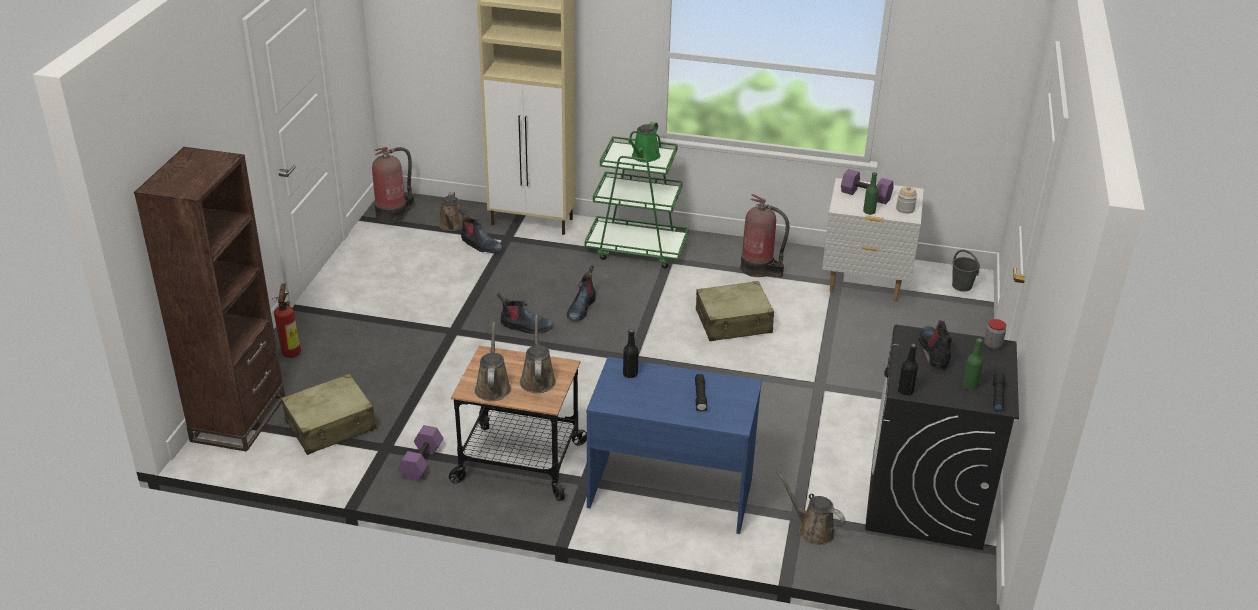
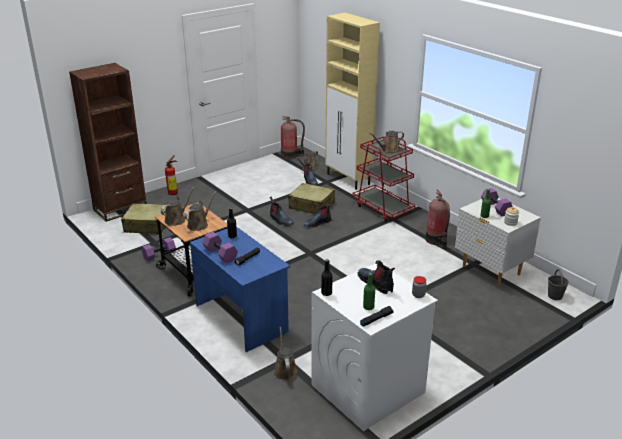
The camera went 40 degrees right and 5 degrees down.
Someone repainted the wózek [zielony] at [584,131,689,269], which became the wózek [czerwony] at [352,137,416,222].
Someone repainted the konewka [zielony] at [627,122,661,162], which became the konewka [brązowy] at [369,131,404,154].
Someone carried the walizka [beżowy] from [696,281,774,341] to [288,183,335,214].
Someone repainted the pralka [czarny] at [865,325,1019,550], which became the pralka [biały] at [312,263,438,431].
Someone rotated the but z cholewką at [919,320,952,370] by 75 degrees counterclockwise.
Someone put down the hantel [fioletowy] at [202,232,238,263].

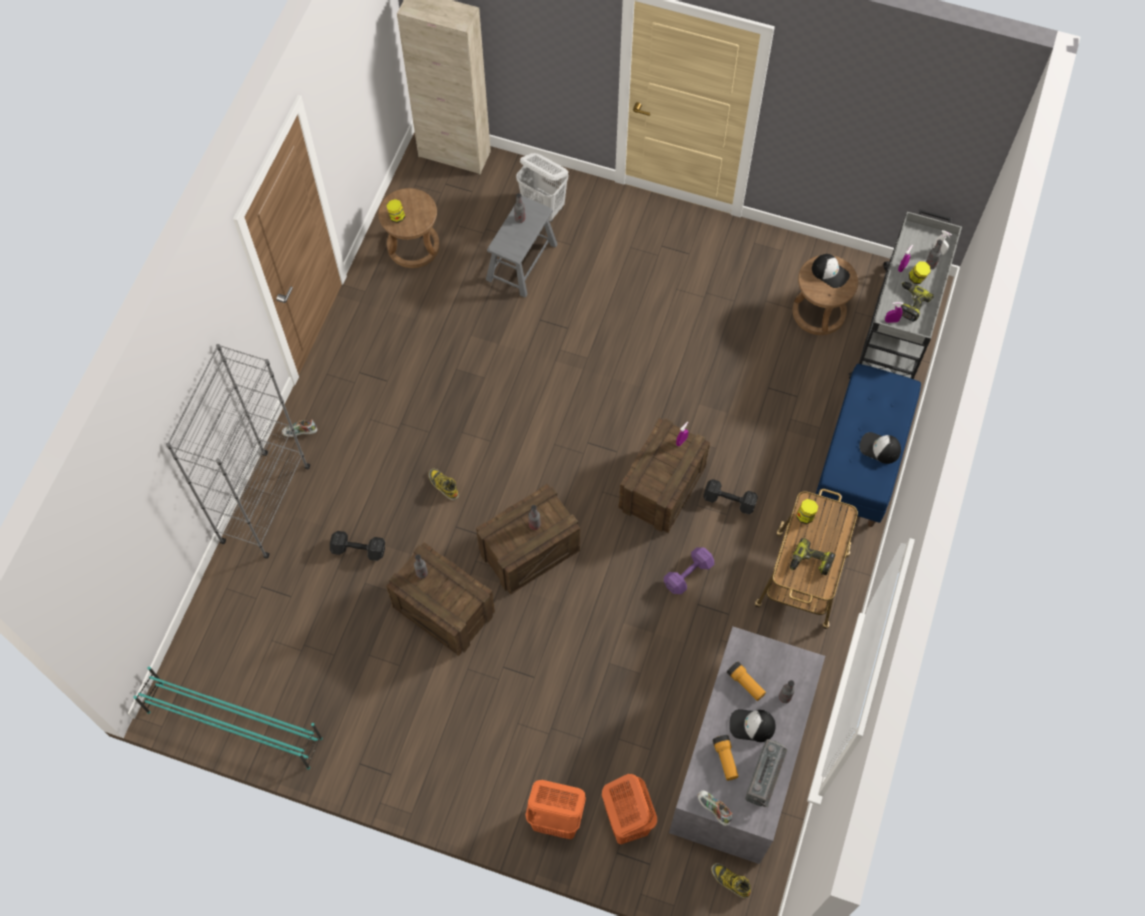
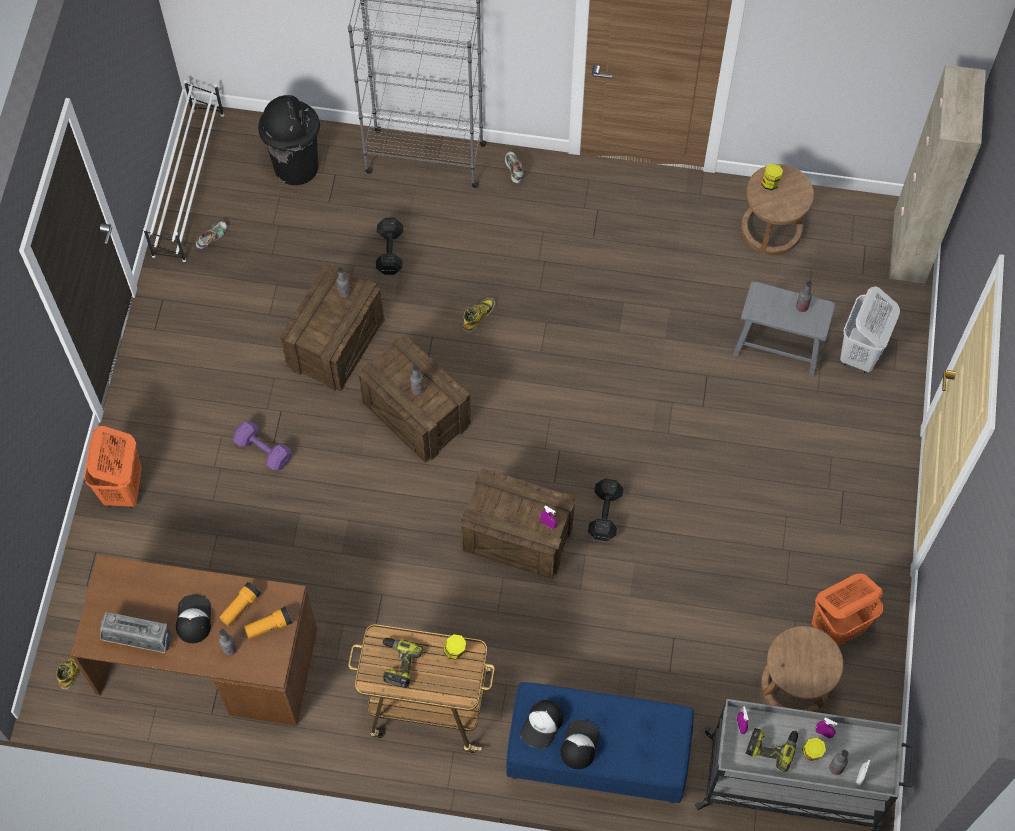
The camera went 80 degrees right and 0 degrees up.
Someone repainted the regał na buty [turkusowy] at [134,667,323,770], which became the regał na buty [biały] at [143,80,224,262].
Someone carried the kosz na pranie [pomarańczowy] from [602,774,657,845] to [812,574,883,646].
Someone carried the hantel [fioletowy] from [664,547,714,594] to [233,422,291,470].
Someone repainted the biurko [szary] at [669,627,825,864], which became the biurko [brązowy] at [71,555,317,726].
Someone carried the but from [697,790,733,826] to [196,221,227,249].
Someone carried the hantel [czarny] from [703,479,758,515] to [588,478,624,541].
Someone carried the latarka from [713,735,738,781] to [244,607,293,639].
Someone carried the czapka z daszkiem from [812,254,850,288] to [520,700,563,749].
Someone put down the kosz na śmieci [czarny] at [258,95,320,185].

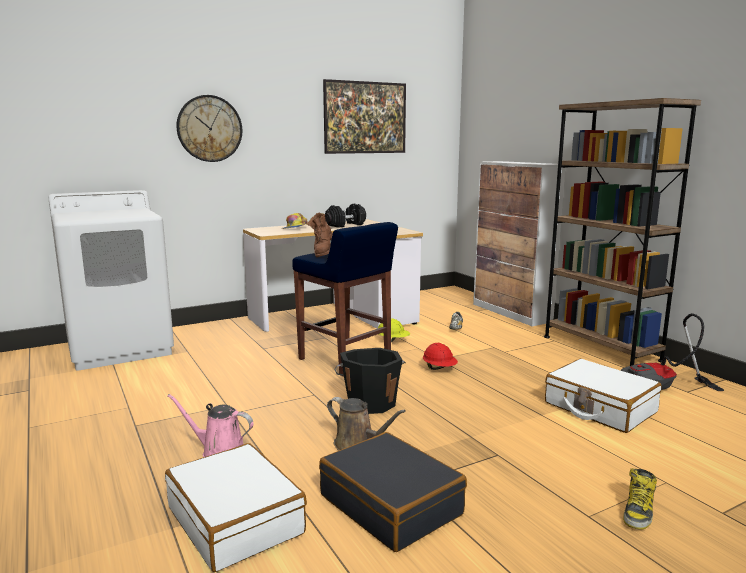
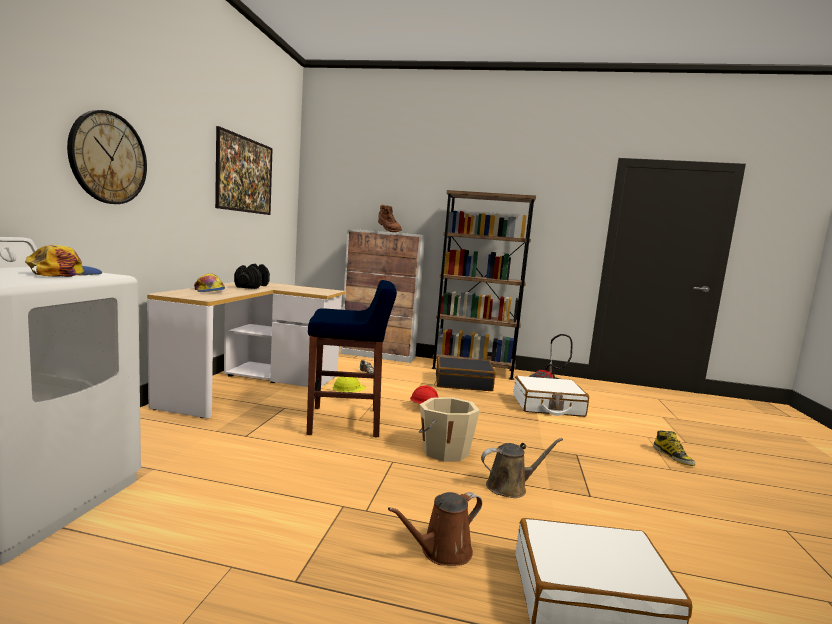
The camera went 50 degrees left and 5 degrees down.
Someone repainted the konewka [różowy] at [167,394,254,457], which became the konewka [brązowy] at [388,492,482,566].
Someone carried the but z cholewką [brązowy] from [307,212,333,257] to [378,205,402,232].
Someone carried the walizka [czarny] from [319,432,467,552] to [436,357,496,391].
Someone repainted the wiadro [czarny] at [334,348,406,414], which became the wiadro [beżowy] at [419,397,480,462].
Someone put down the czapka z daszkiem at [25,245,102,277].

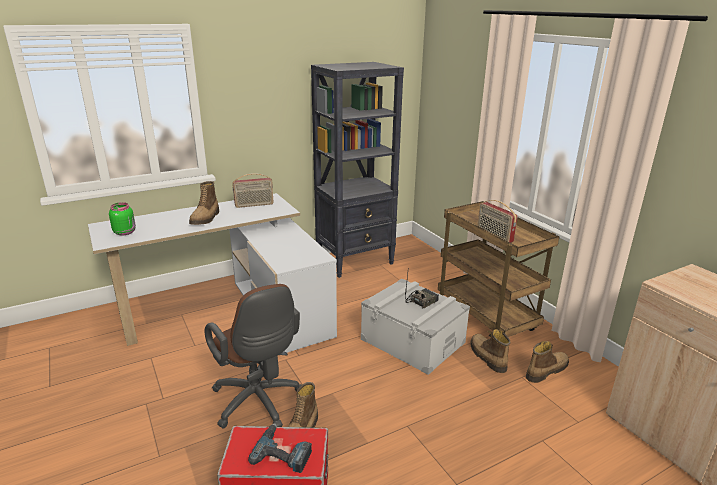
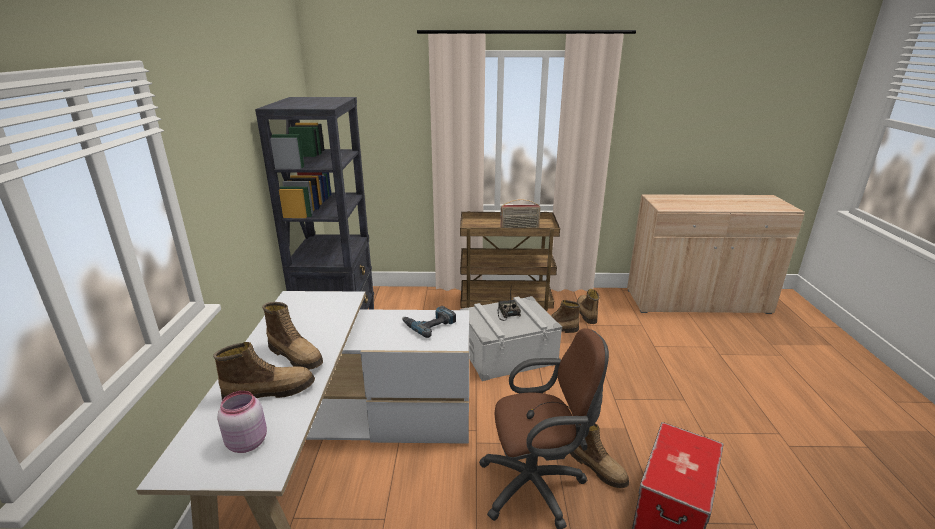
The camera went 60 degrees left and 0 degrees up.
Someone repainted the słoik [zielony] at [109,202,136,236], which became the słoik [różowy] at [217,391,267,453].
Someone took away the radio at [232,173,273,208].
Someone carried the wiertarka from [248,423,312,473] to [402,306,456,338].
Someone put down the but z cholewką at [213,342,315,400].

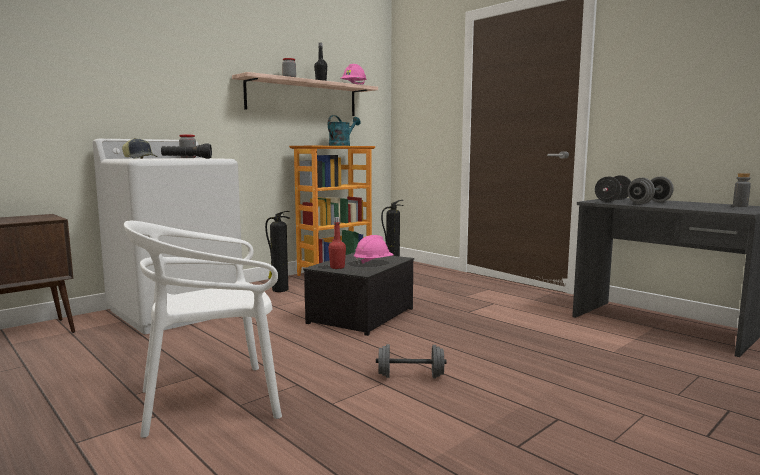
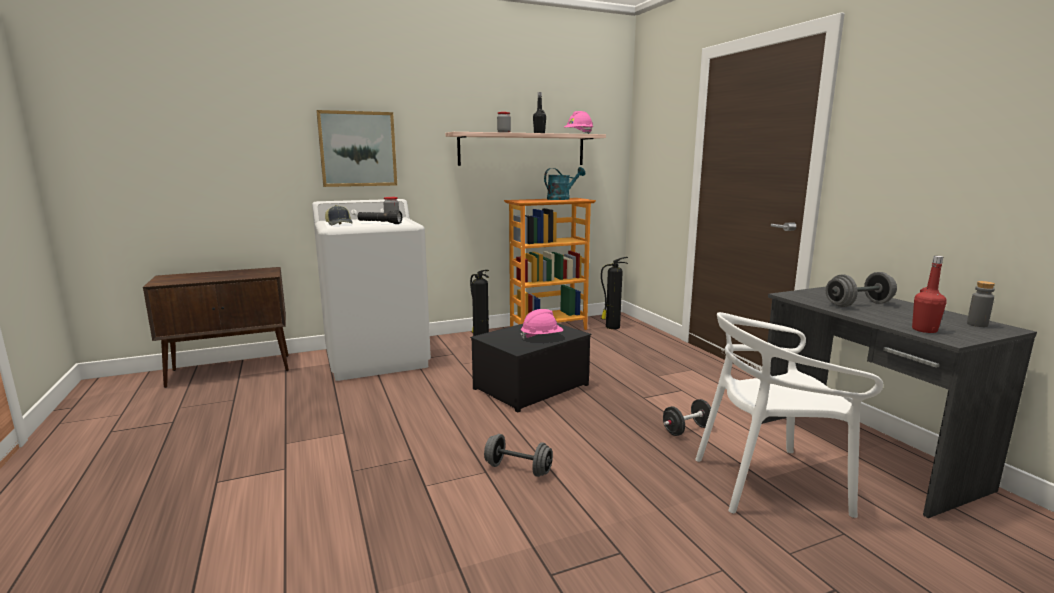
The camera went 20 degrees right and 5 degrees up.
Someone carried the krzesło [biały] from [124,221,282,438] to [695,312,883,518].
Someone carried the butelka [czerwony] from [328,217,346,269] to [912,256,947,333].
Someone carried the hantel [czarny] from [595,175,631,202] to [663,399,711,436].
Someone put up the obraz at [316,110,397,187].

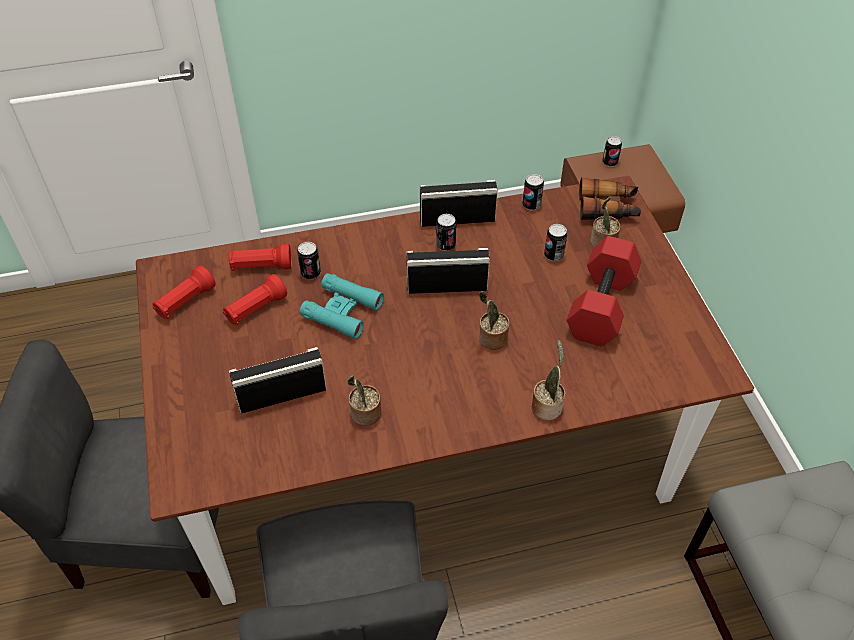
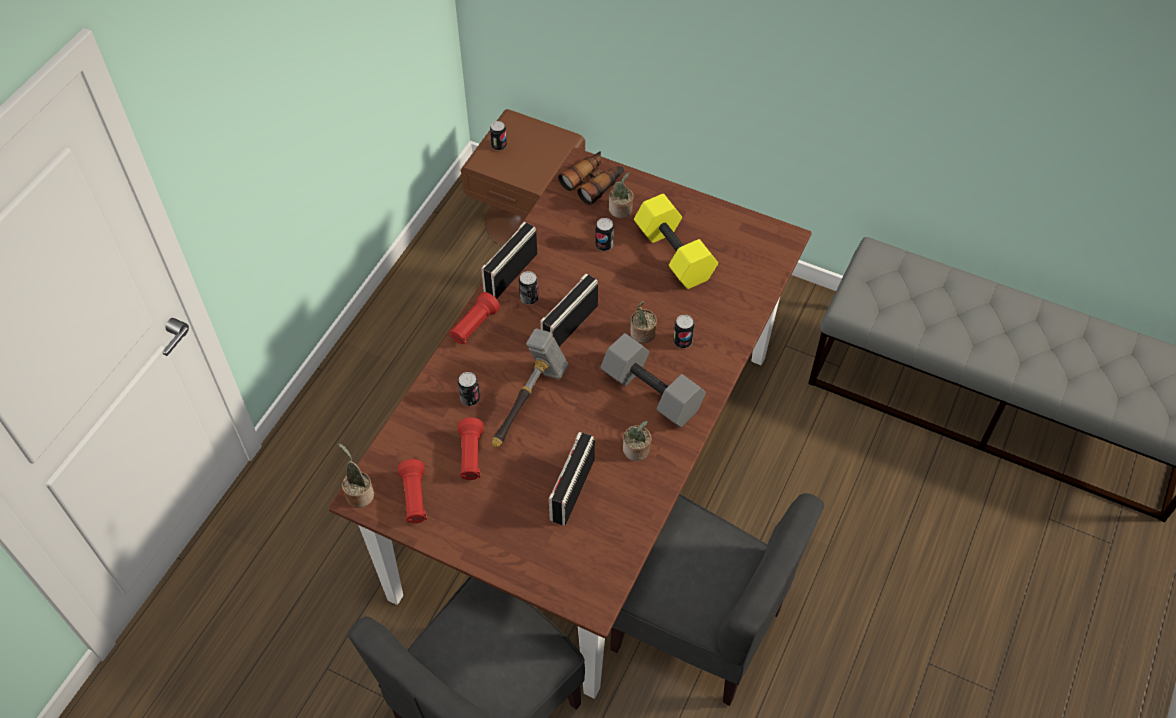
The camera went 50 degrees left and 5 degrees up.
Someone carried the latarka [czerwony] from [229,244,292,271] to [450,292,500,345].
Someone swapped the lornetka [turkusowy] at [300,273,384,339] for the młotek at [492,328,569,447].
Someone carried the puszka from [523,174,544,211] to [673,315,694,348].
Someone carried the roślina doniczkowa from [531,340,565,420] to [338,443,374,508].
Someone repainted the hantel [czerwony] at [566,236,641,346], which became the hantel [żółty] at [634,194,718,289].
Someone put down the hantel [szary] at [600,333,706,428].

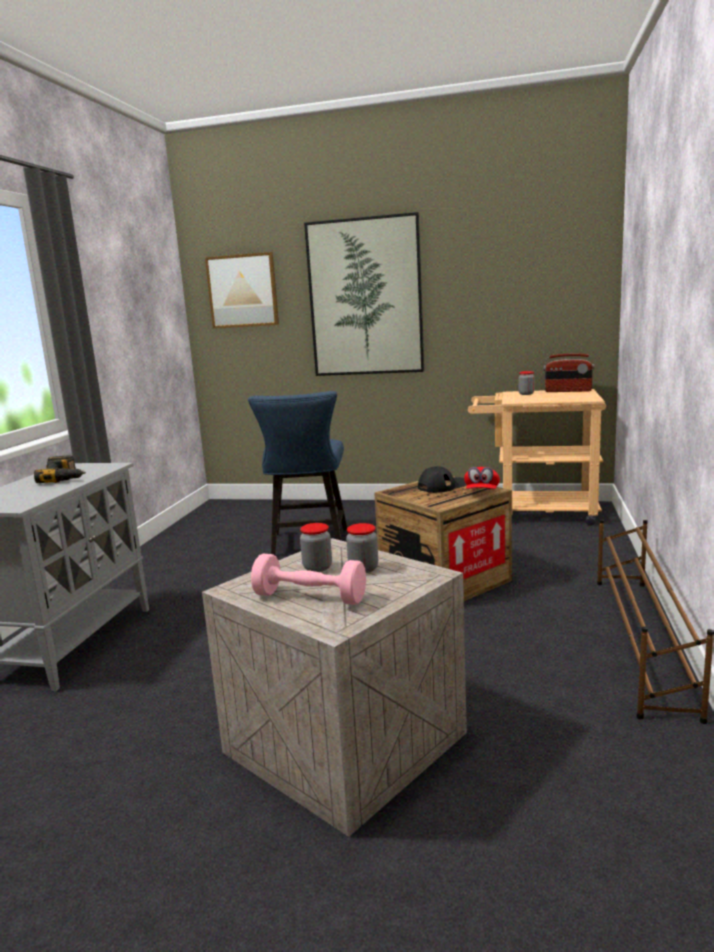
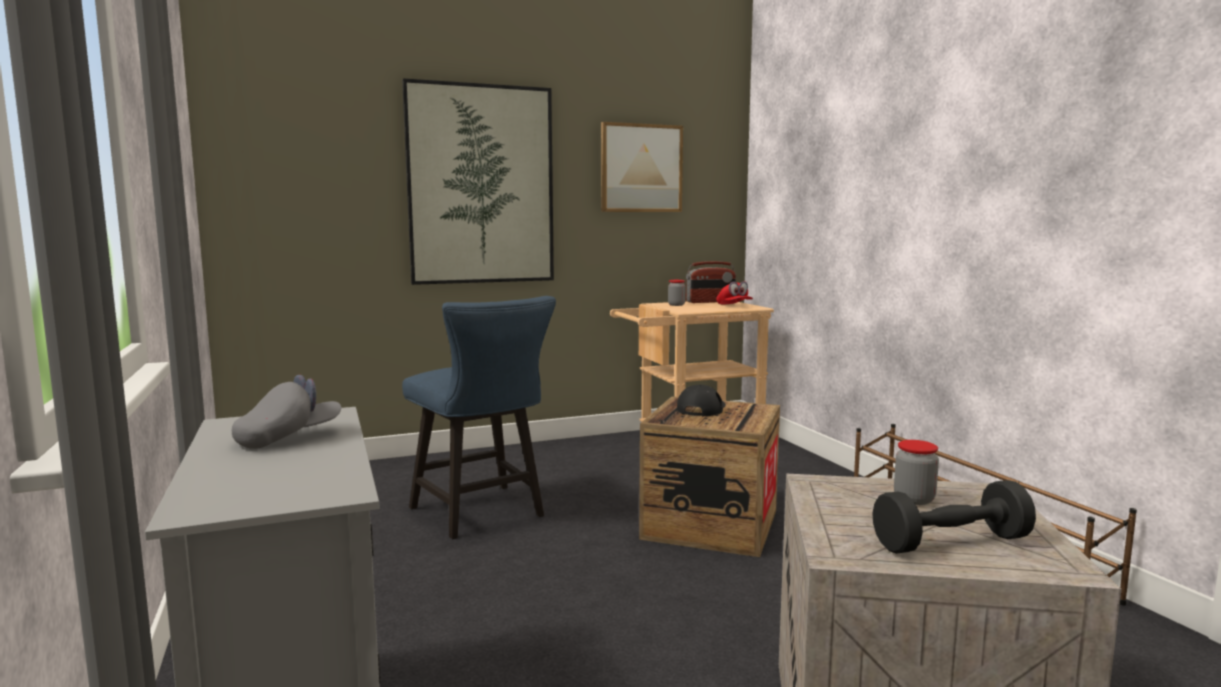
The camera went 35 degrees left and 5 degrees down.
Someone swapped the wiertarka at [34,455,86,483] for the czapka z daszkiem [szary] at [232,375,341,449].
Someone carried the obraz from [205,252,279,329] to [601,122,683,212].
Someone repainted the hantel [różowy] at [251,554,366,605], which became the hantel [czarny] at [872,480,1036,554].
Someone took away the słoik at [300,523,332,572].
Someone carried the czapka z daszkiem [czerwony] from [464,467,500,489] to [716,281,753,304].

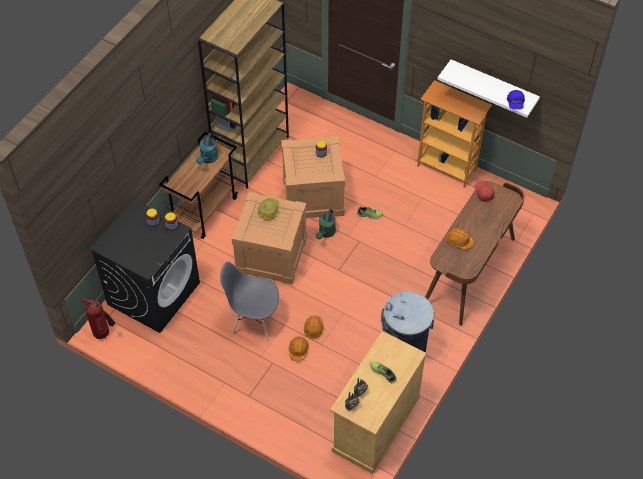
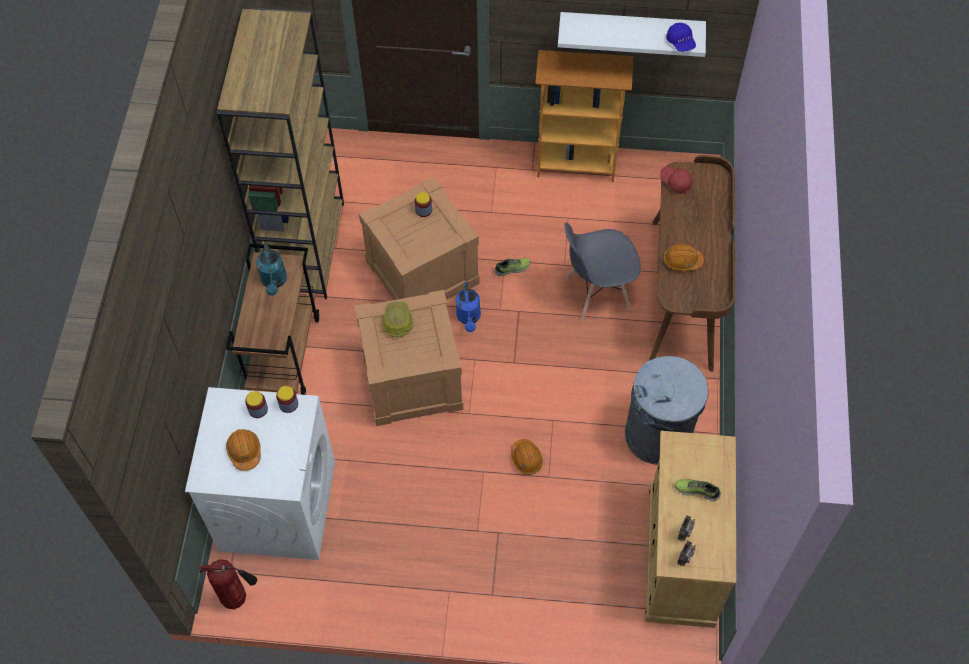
The camera went 25 degrees left and 5 degrees up.
Someone repainted the pralka [czarny] at [90,199,200,333], which became the pralka [biały] at [185,387,335,560].
Someone carried the krzesło [szary] from [220,262,279,340] to [565,222,641,321].
Someone carried the kask [pomarańczowy] from [289,336,309,361] to [226,429,261,471].
Someone repainted the konewka [zielony] at [315,209,336,240], which became the konewka [niebieski] at [456,282,481,332].

